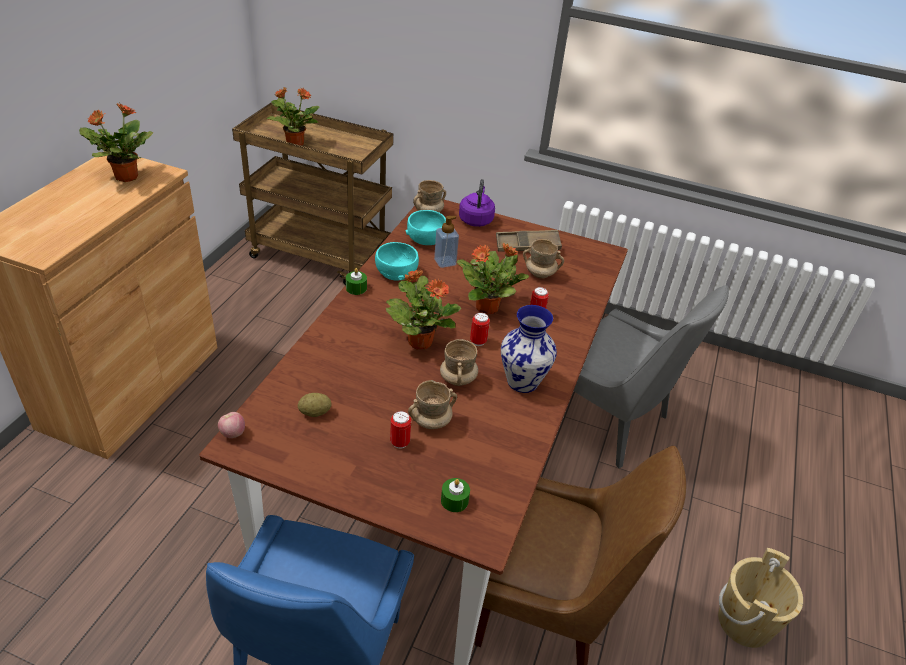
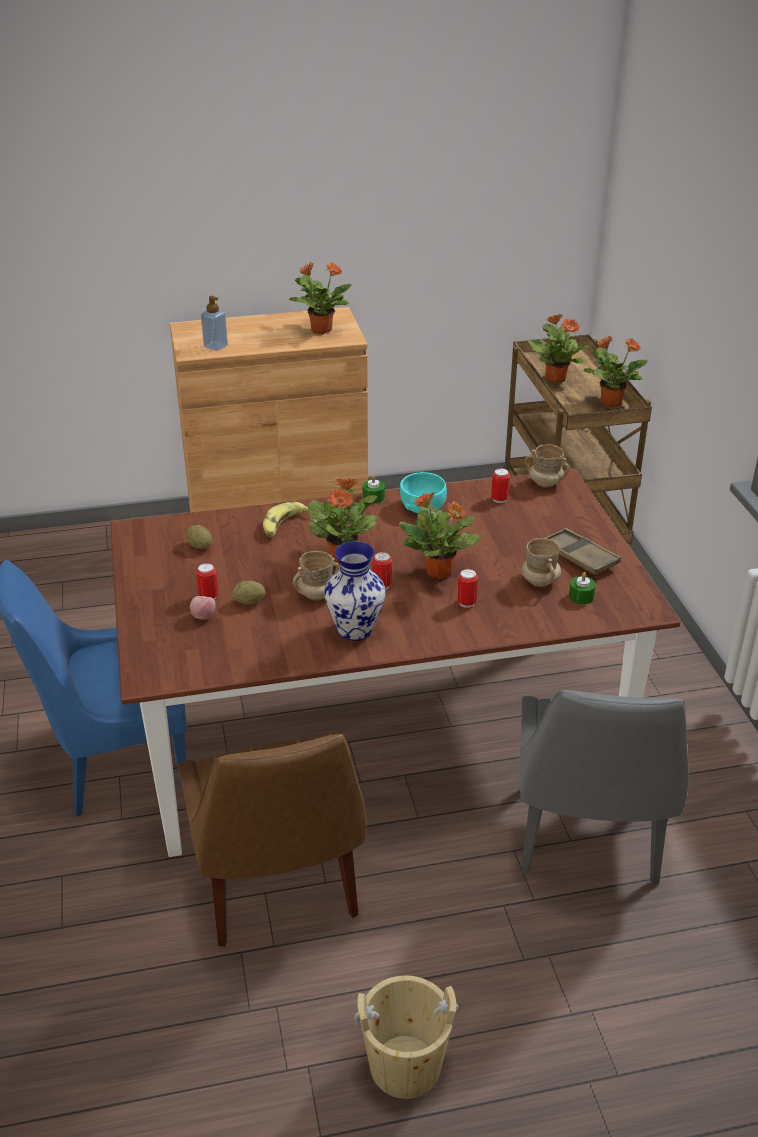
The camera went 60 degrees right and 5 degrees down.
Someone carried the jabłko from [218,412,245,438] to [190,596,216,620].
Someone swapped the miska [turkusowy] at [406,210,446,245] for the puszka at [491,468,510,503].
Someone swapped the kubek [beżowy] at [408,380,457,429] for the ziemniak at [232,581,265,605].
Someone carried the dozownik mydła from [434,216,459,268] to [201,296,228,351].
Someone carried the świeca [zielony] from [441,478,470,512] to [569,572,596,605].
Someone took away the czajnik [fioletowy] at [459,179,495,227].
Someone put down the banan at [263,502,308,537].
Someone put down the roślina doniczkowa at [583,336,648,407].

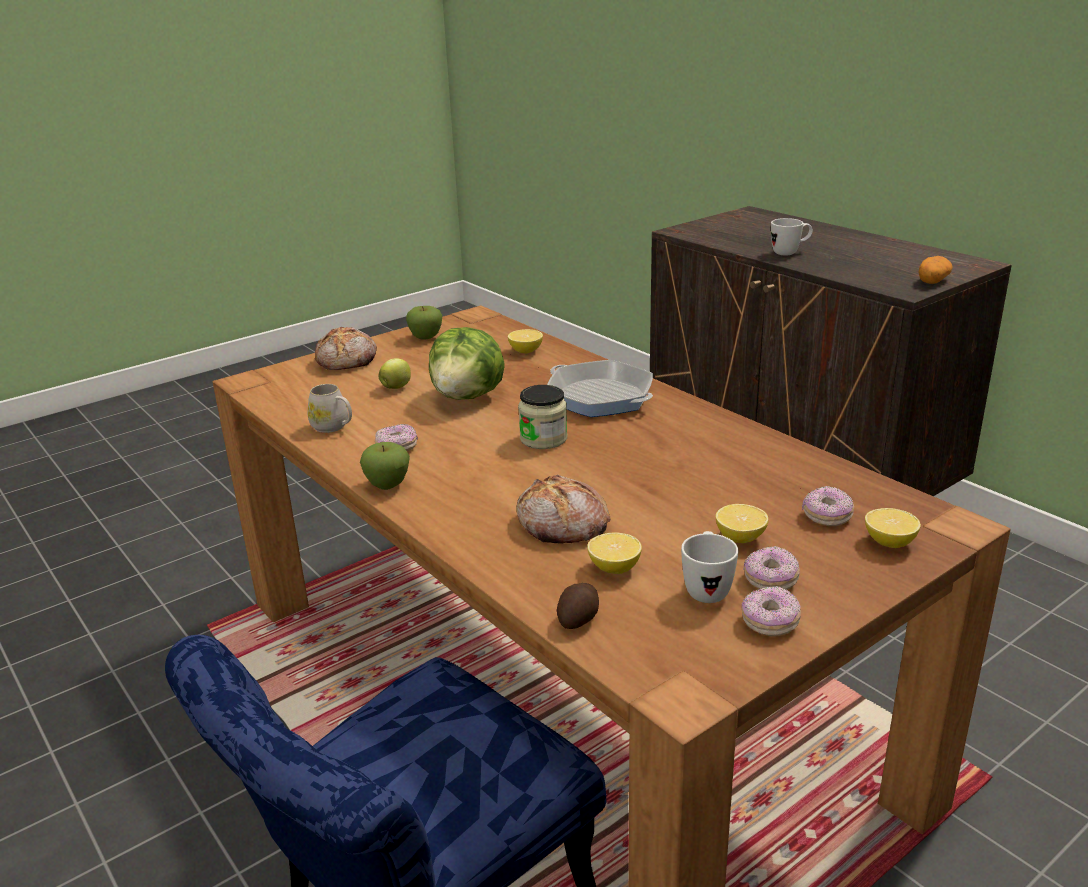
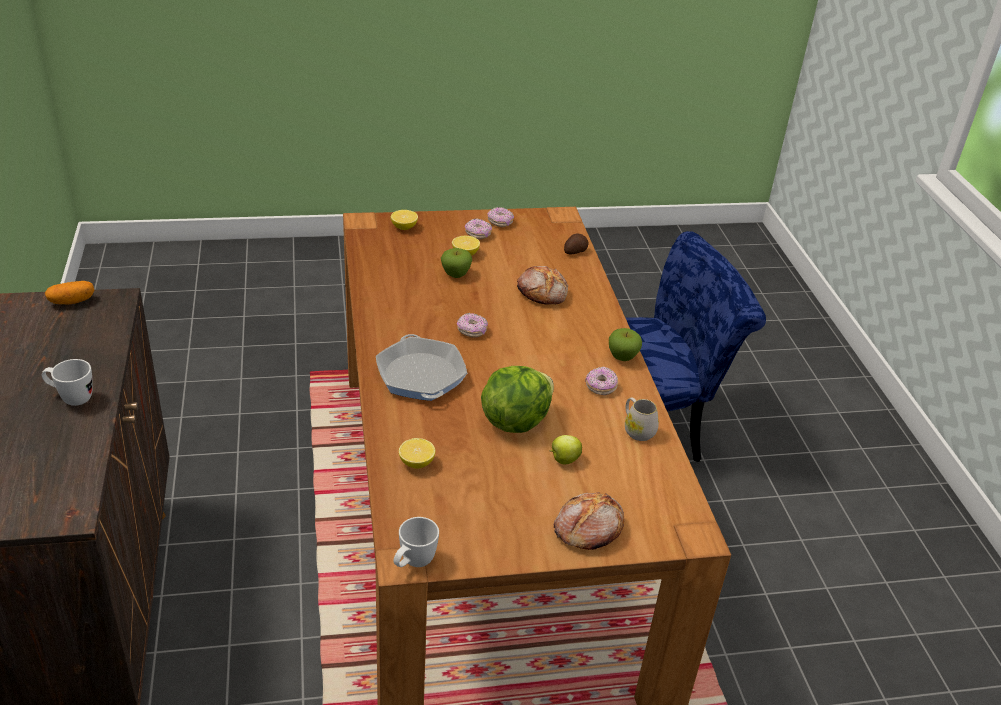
The camera went 155 degrees left and 10 degrees up.
Someone carried the jabłko from [406,306,442,340] to [441,248,472,278].
Someone took away the słoik at [518,385,567,449].
Someone took away the cytryna at [587,532,642,574].
Someone carried the kubek [biały] from [681,531,738,603] to [393,517,439,567].
Someone carried the donut from [802,486,854,526] to [457,313,488,338].

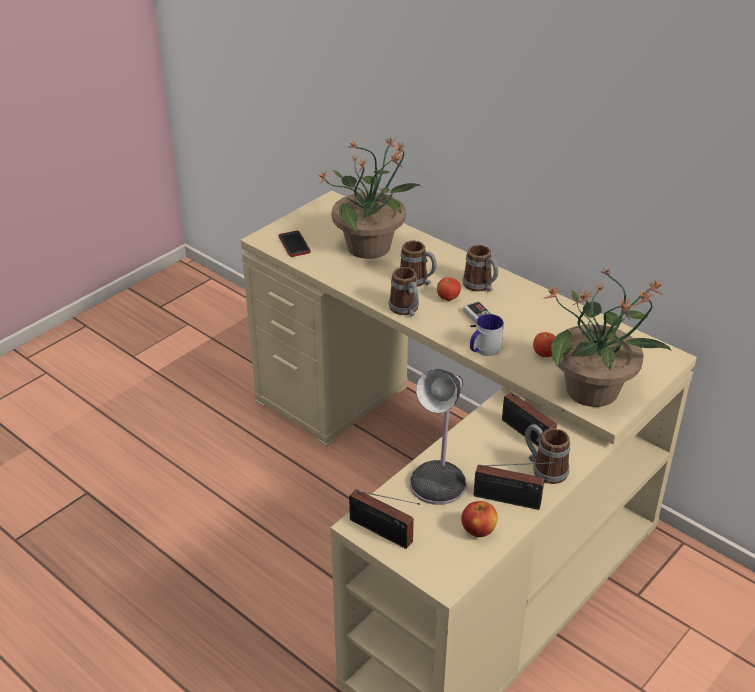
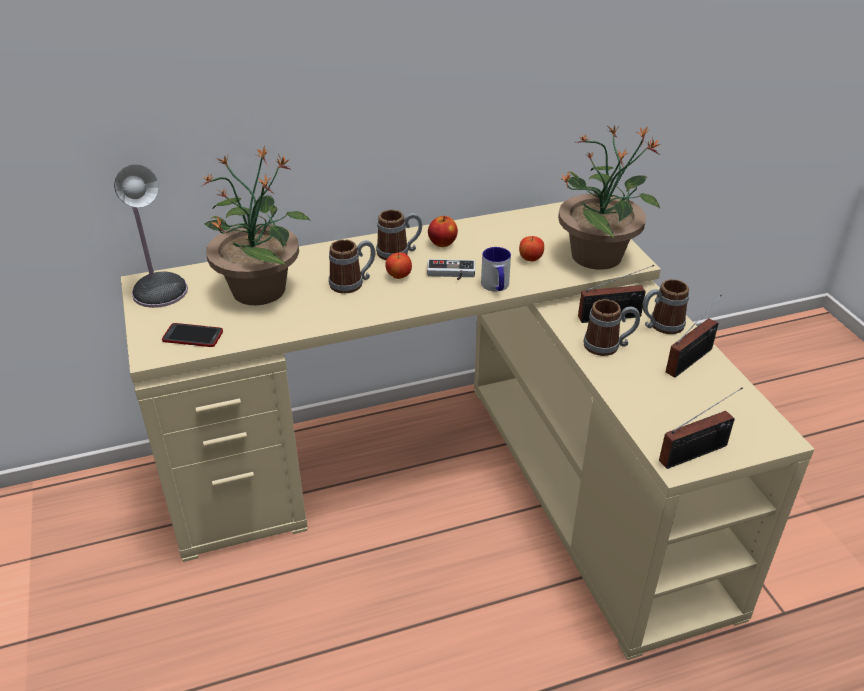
The camera went 60 degrees left and 0 degrees up.
Someone carried the kubek from [389,267,419,316] to [583,299,640,356].
Someone carried the lampa stołowa from [410,369,467,505] to [114,165,188,308].
Someone carried the jabłko from [461,501,498,537] to [428,216,458,247].

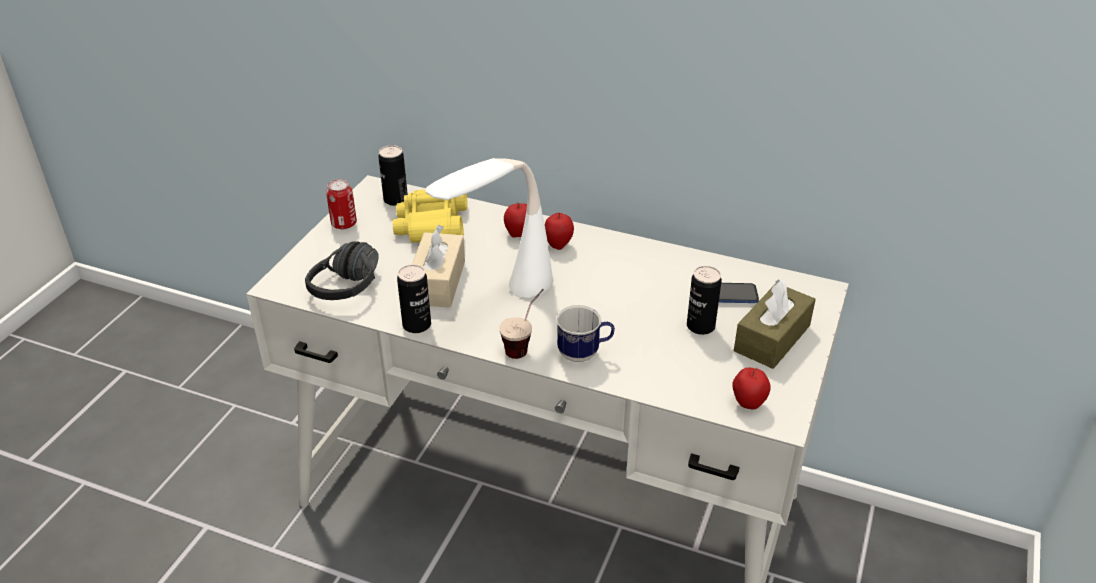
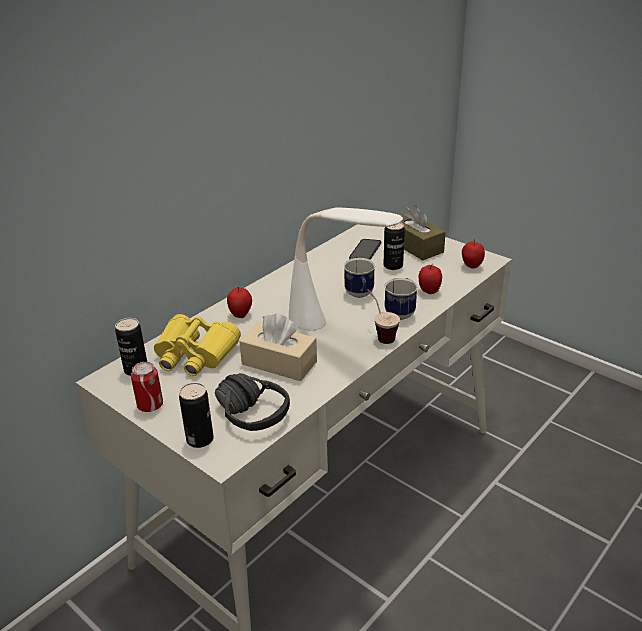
The camera went 70 degrees left and 5 degrees down.
Someone carried the puszka from [397,264,431,333] to [179,383,214,448].
Someone carried the jabłko from [545,213,574,250] to [419,265,442,294].
Someone put down the kubek at [344,258,375,298].

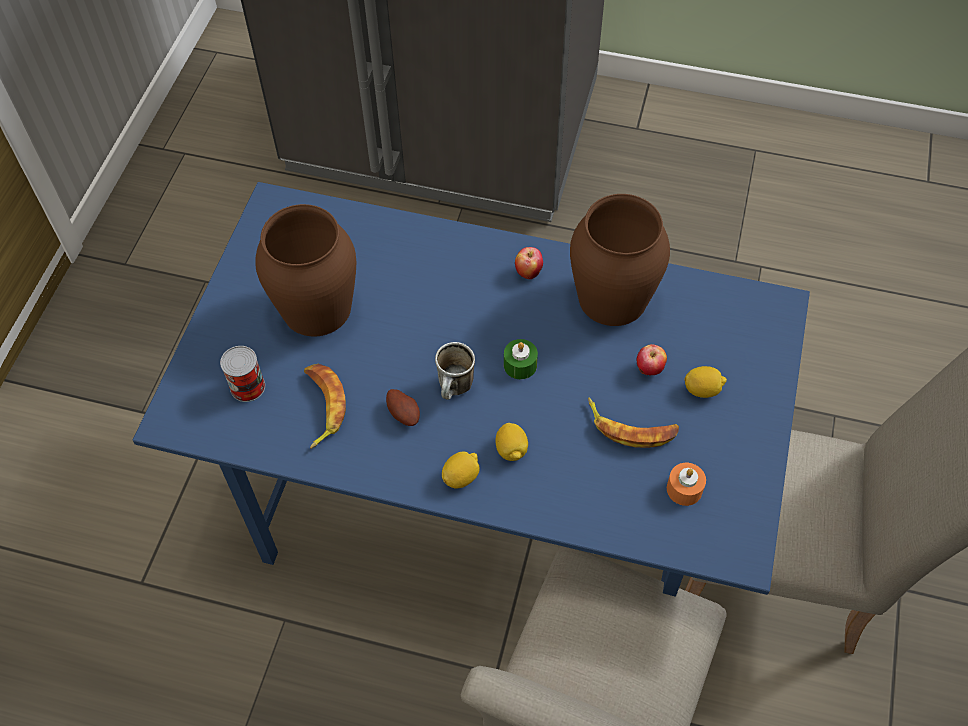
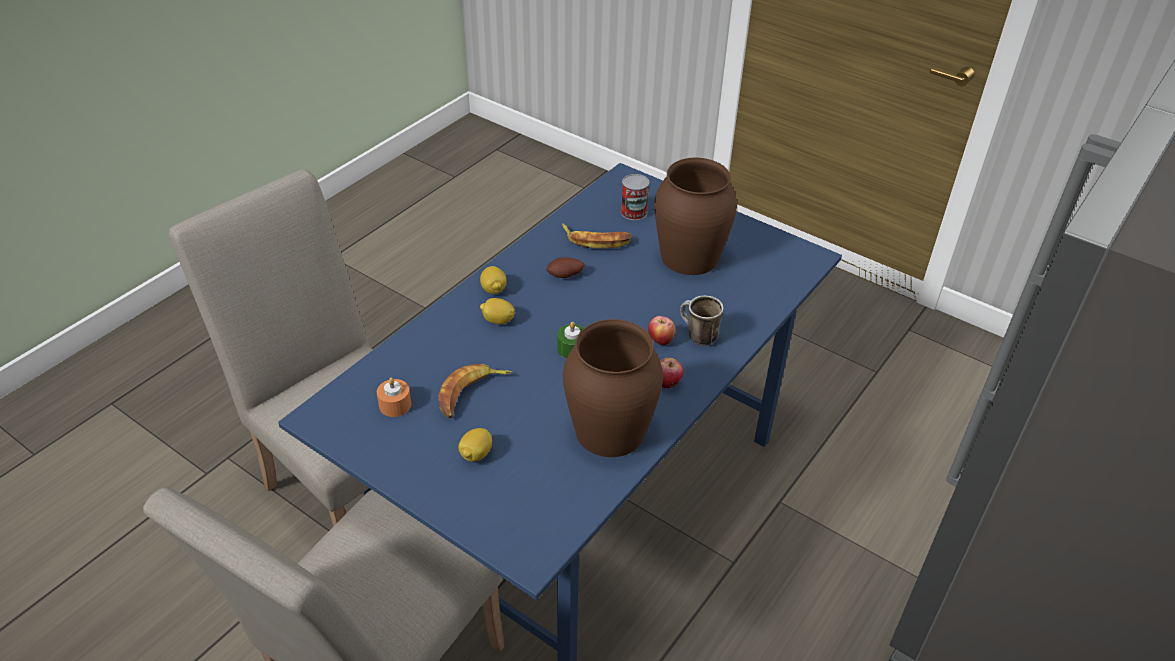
The camera went 110 degrees right and 15 degrees down.
Someone carried the kubek from [435,342,475,400] to [680,295,723,346].
Someone carried the jabłko from [637,344,667,375] to [648,316,675,345].

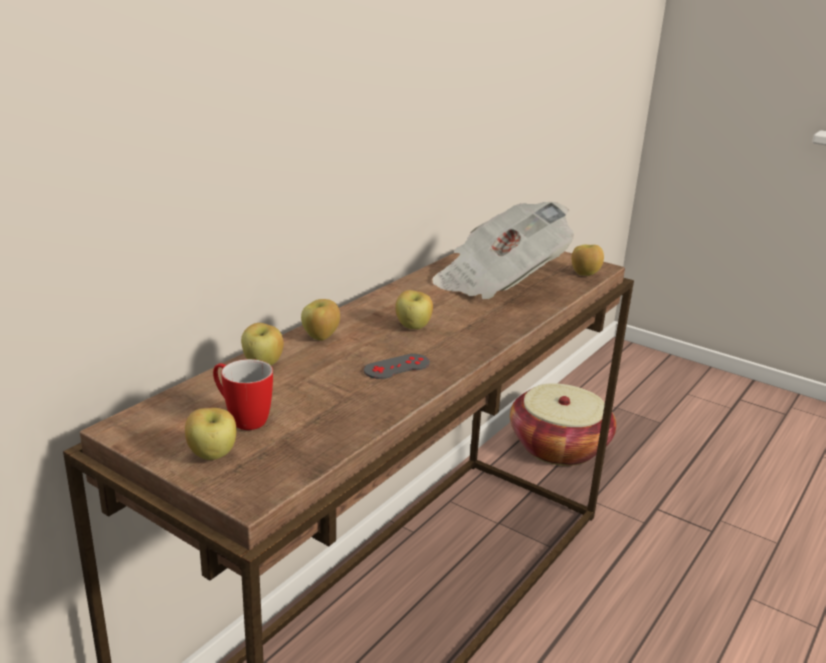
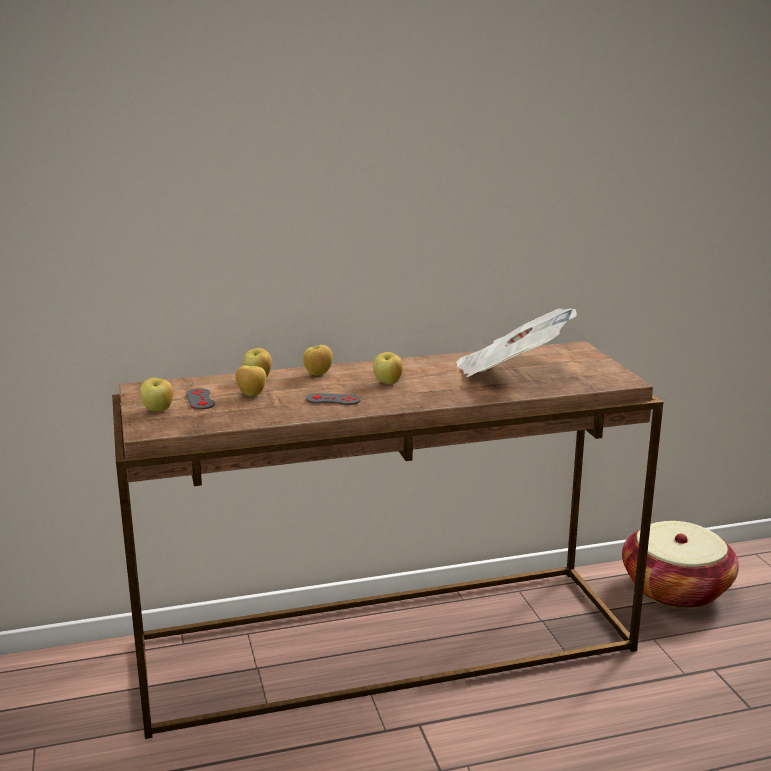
The camera went 40 degrees right and 5 degrees down.
Someone swapped the kubek at [213,359,273,430] for the pad do gier [szary] at [186,388,215,410].
Someone carried the jabłko from [572,245,604,276] to [235,365,266,396].

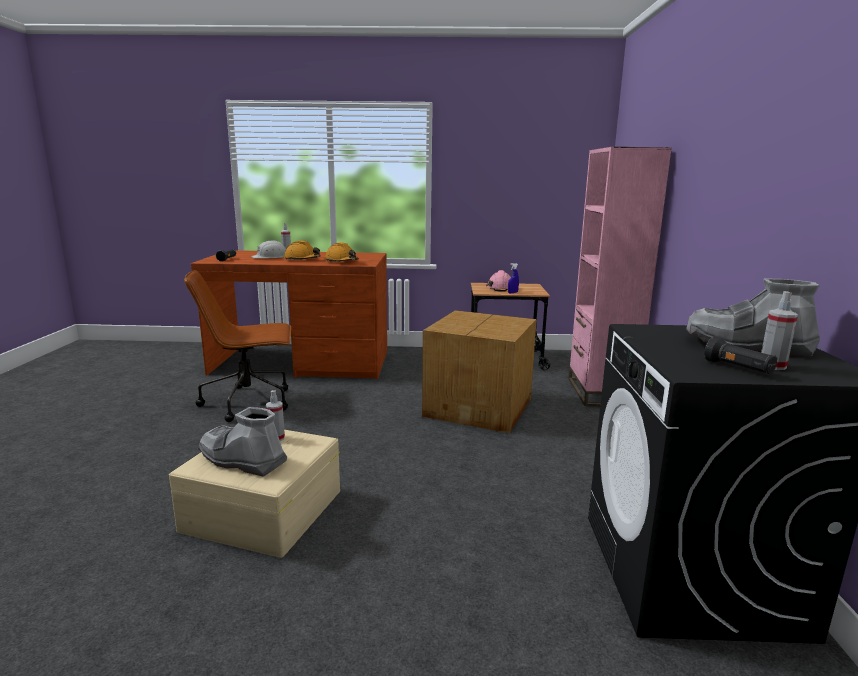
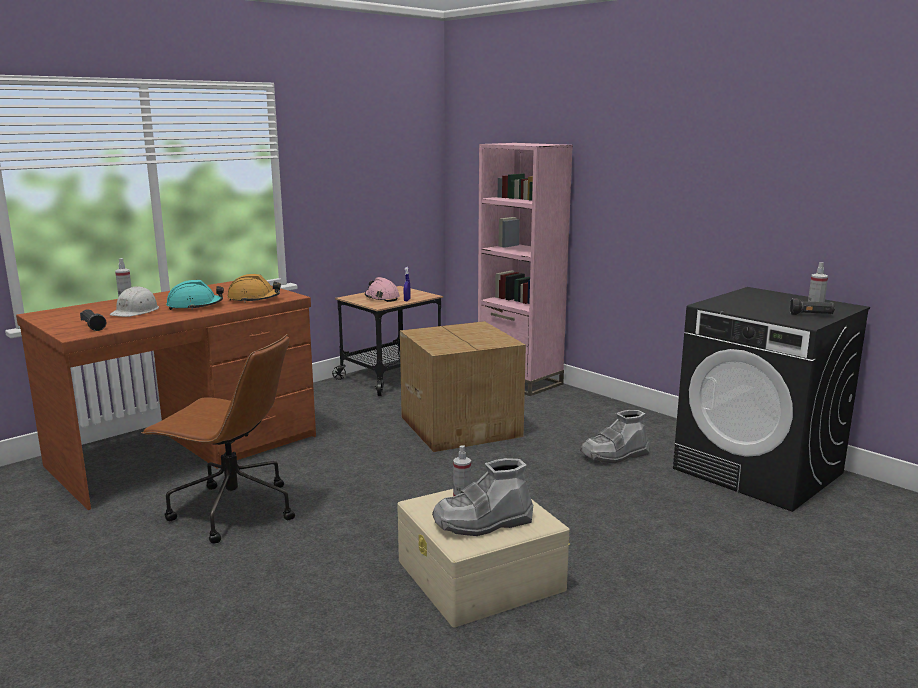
The camera went 45 degrees left and 0 degrees up.
Someone rotated the krzesło biurowe [brązowy] at [184,270,291,422] by 105 degrees counterclockwise.
Someone repainted the kask [pomarańczowy] at [284,241,321,261], which became the kask [turkusowy] at [167,280,224,310].
Someone carried the but z cholewką [szary] from [686,278,820,357] to [580,410,649,463].

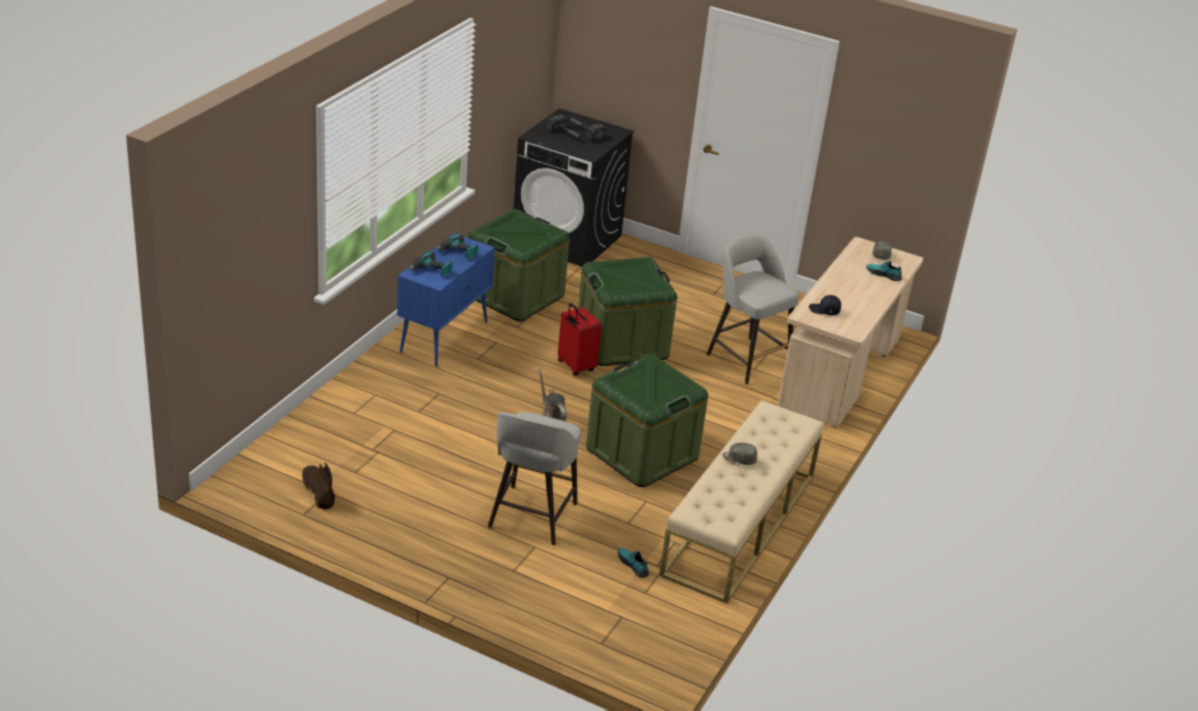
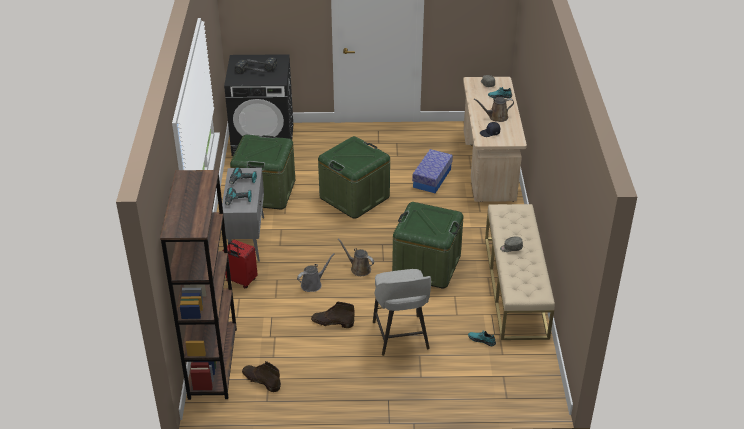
The camera went 25 degrees left and 5 degrees up.
Someone repainted the szafka [niebieski] at [397,233,495,366], which became the szafka [szary] at [222,168,264,262].
Someone carried the walizka [czerwony] from [558,303,602,376] to [223,240,258,288].
Someone swapped the stołek [szary] at [707,234,799,384] for the pojemnik do przechowywania at [412,149,453,193].
Someone put down the regał [brązowy] at [160,170,237,400].
Someone put down the konewka [szary] at [297,253,334,292].
Someone put down the but z cholewką [brązowy] at [311,302,355,328].
Someone put down the konewka [brązowy] at [474,97,514,122].

